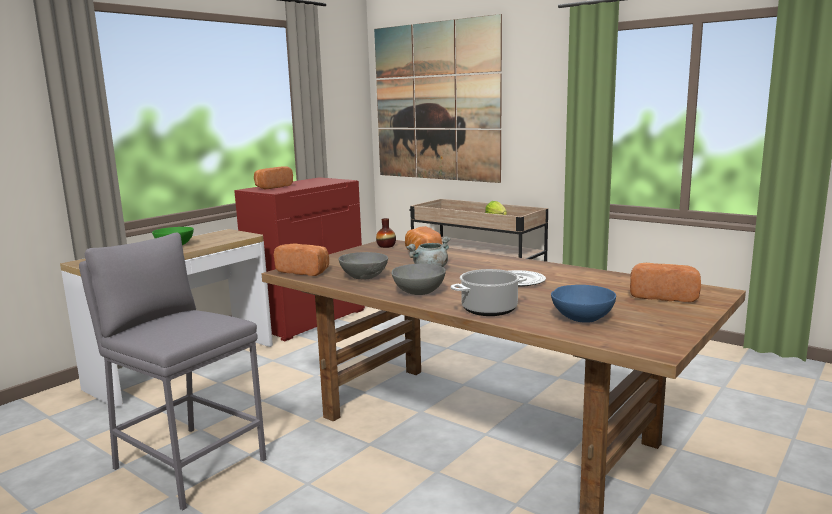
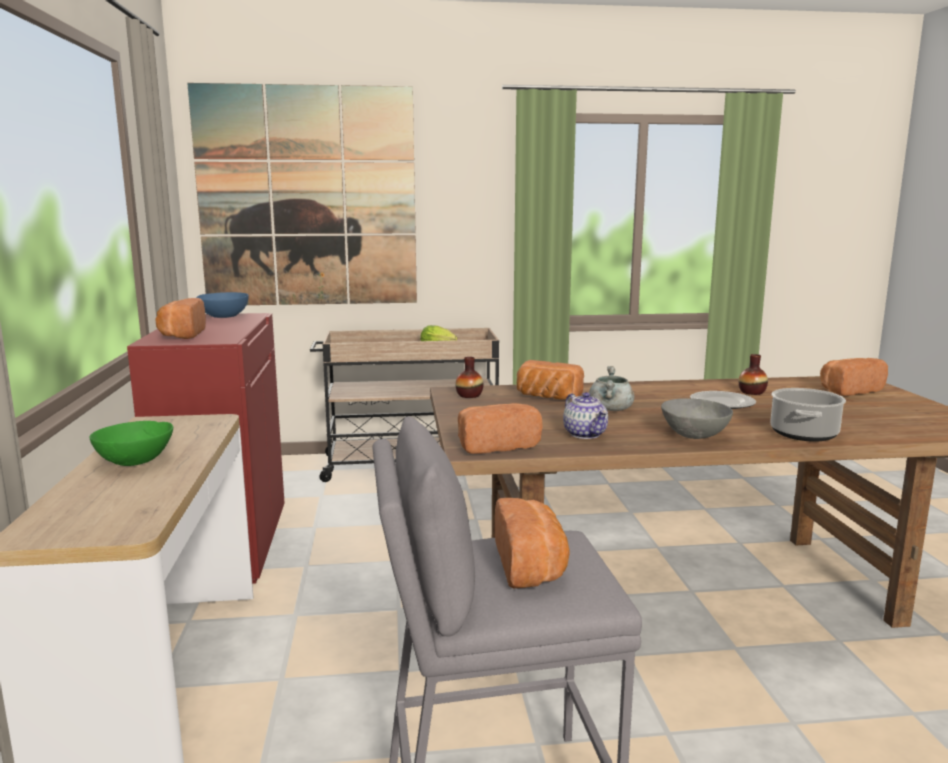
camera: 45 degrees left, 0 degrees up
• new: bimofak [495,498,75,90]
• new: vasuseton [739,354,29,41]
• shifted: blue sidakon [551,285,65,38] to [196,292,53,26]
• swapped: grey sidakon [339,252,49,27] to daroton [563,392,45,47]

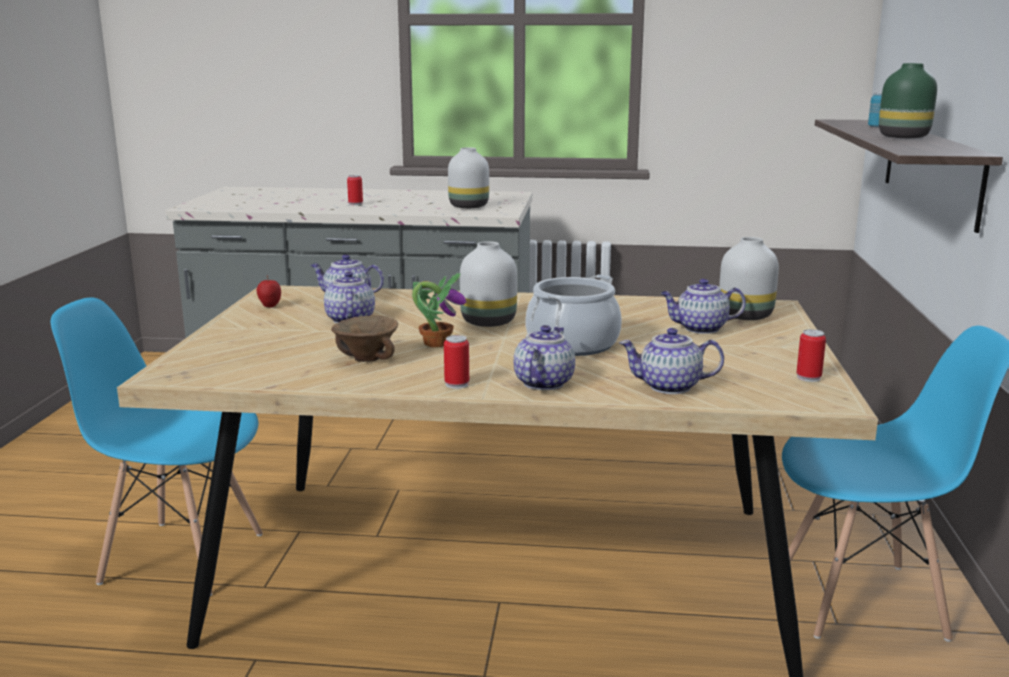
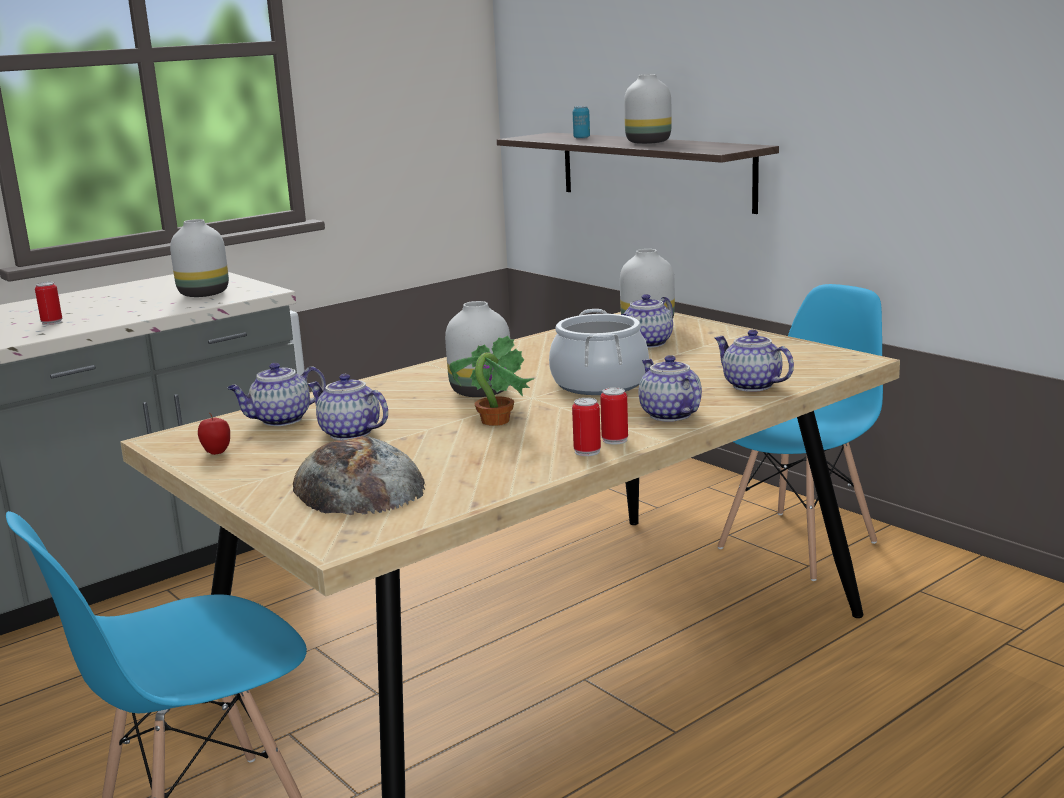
camera: 45 degrees left, 0 degrees up
• gone: brown sidakon [331,315,67,47]
• new: bimofak [293,436,132,79]
• shifted: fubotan [797,329,29,53] to [572,398,29,58]
• repainted: green vasuseton [879,63,58,75] to white vasuseton [624,74,48,70]
• rotated: daroton [619,328,105,66] = [714,330,80,62] 90 degrees clockwise

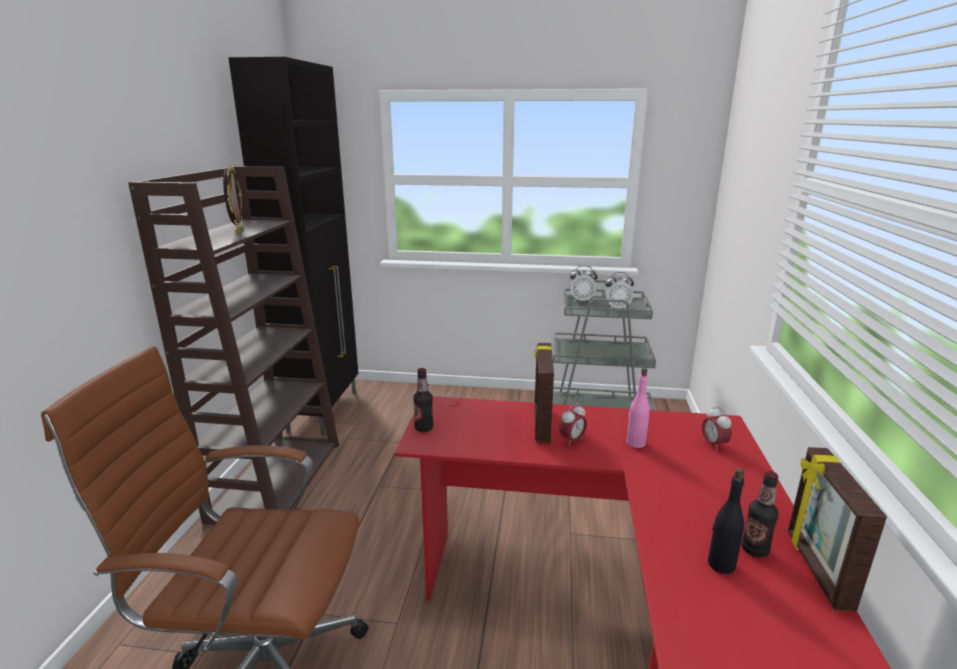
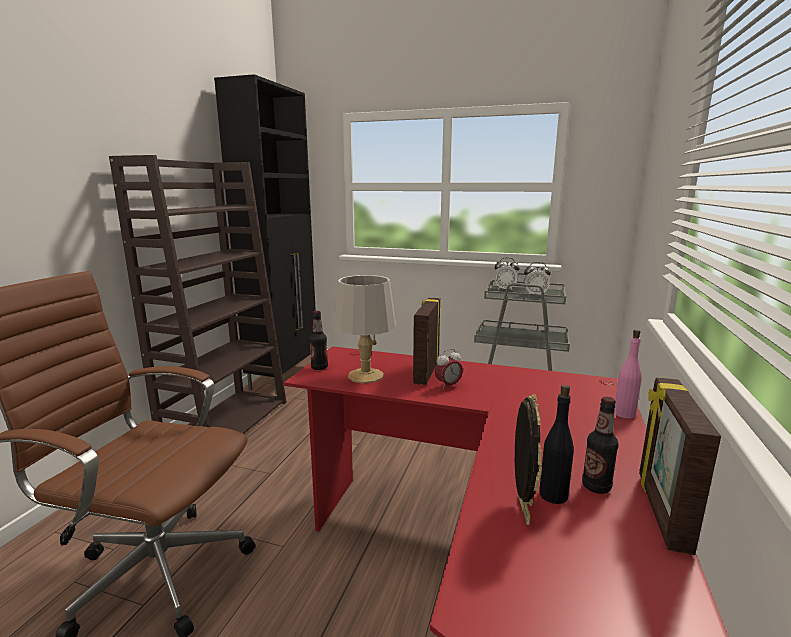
camera: 10 degrees right, 5 degrees down
• gone: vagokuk [702,406,30,45]
• new: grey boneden [333,275,63,109]
• shifted: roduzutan [223,164,21,71] to [515,394,27,131]
• shifted: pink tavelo [626,368,24,80] to [614,330,28,89]

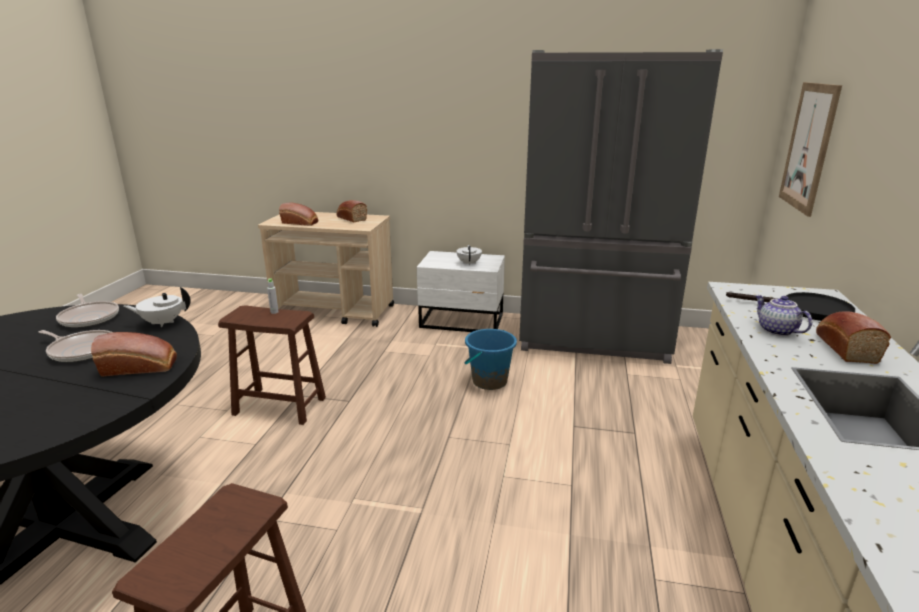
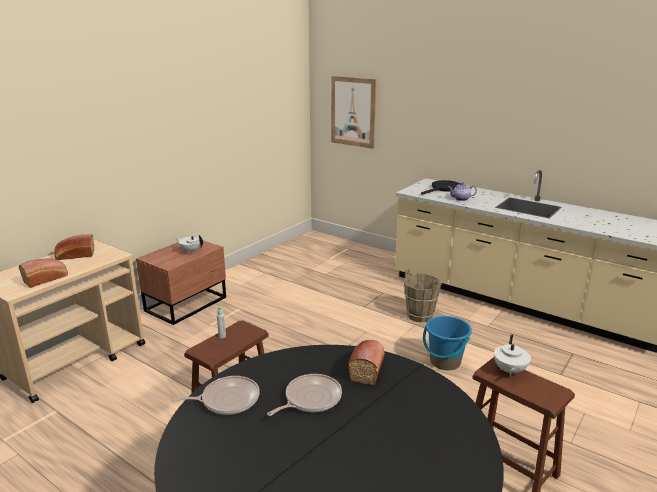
camera: 65 degrees left, 0 degrees up
• gone: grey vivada [519,49,204,315]
• gone: bimofak [816,311,75,53]
• new: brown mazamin [404,268,38,54]
• shifted: white daroton [124,287,67,40] to [494,334,37,42]
• shifted: blue mazamin [464,329,53,61] to [423,316,49,54]
• repainted: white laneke [417,251,88,81] to brown laneke [136,241,90,84]

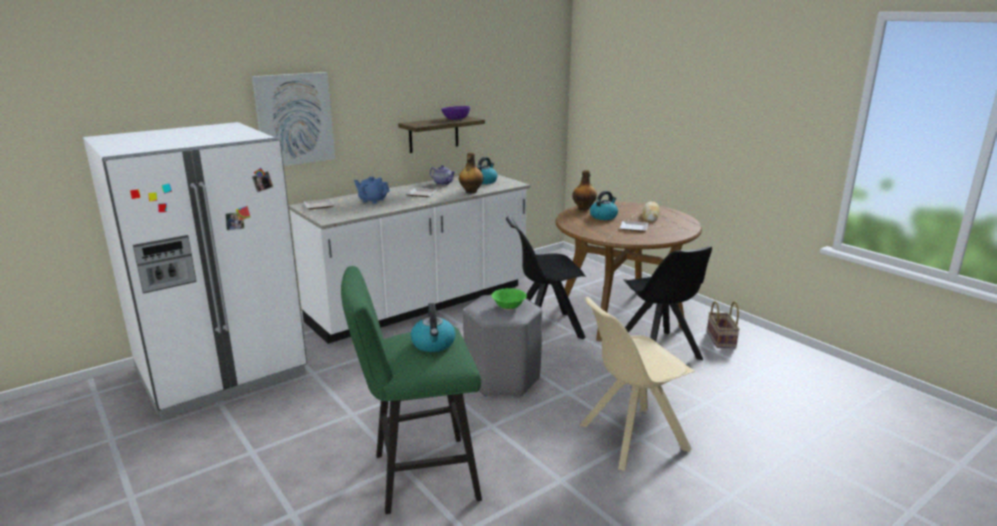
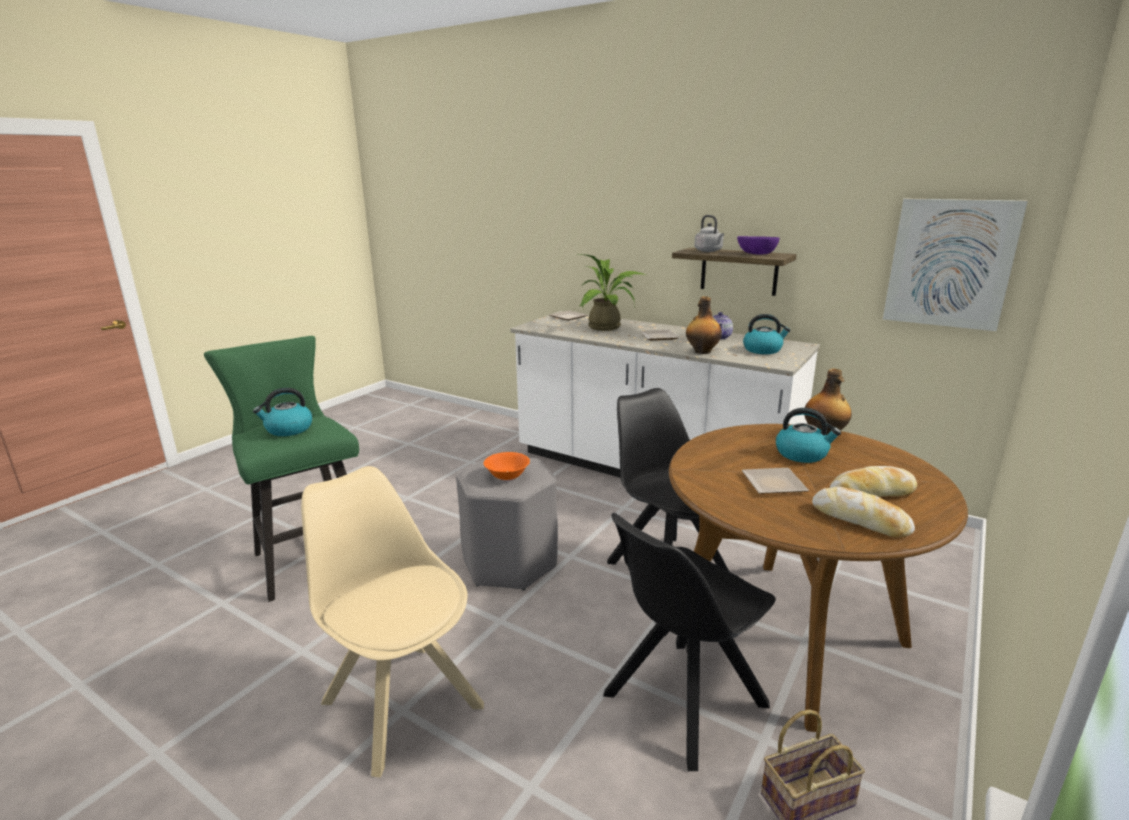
camera: 70 degrees right, 0 degrees up
• gone: white vivada [83,122,224,298]
• new: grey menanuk [694,215,30,37]
• new: bimofak [812,487,103,51]
• shifted: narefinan [252,72,83,94] to [883,199,145,132]
• swapped: blue daroton [354,177,36,27] to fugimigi [578,254,68,77]
• repainted: green sidakon [491,288,36,22] to orange sidakon [484,452,46,29]

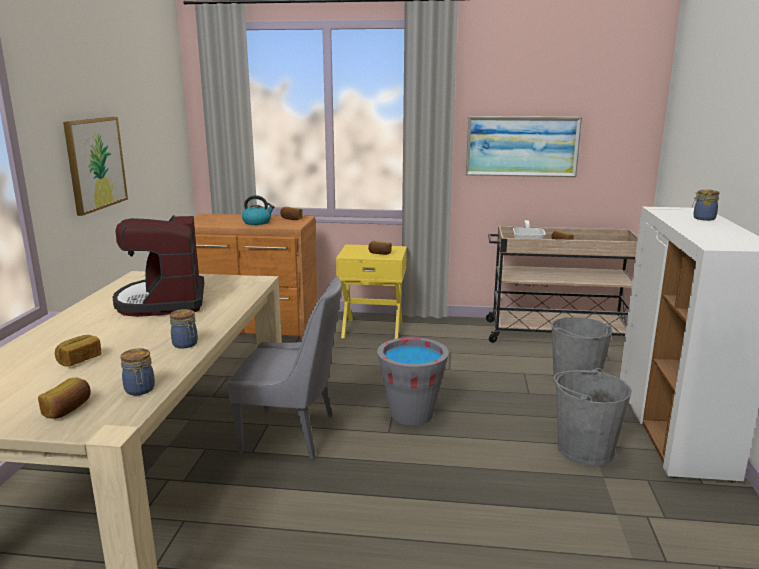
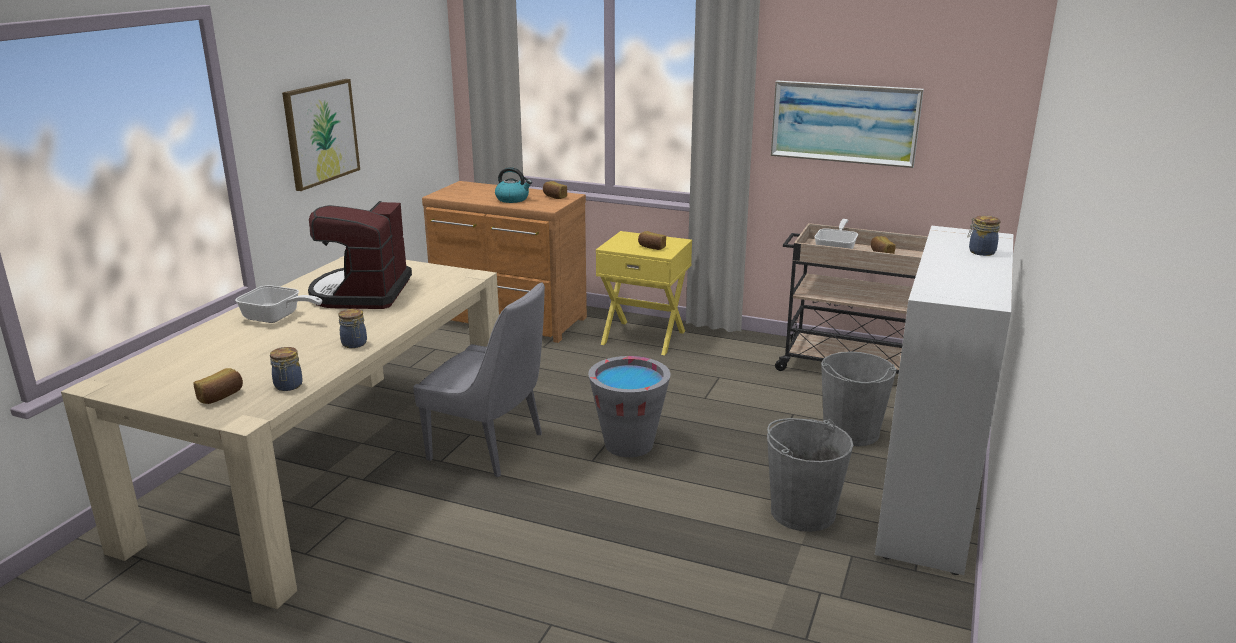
camera: 15 degrees right, 5 degrees up
• gone: bimofak [55,335,47,31]
• new: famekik [235,285,87,38]

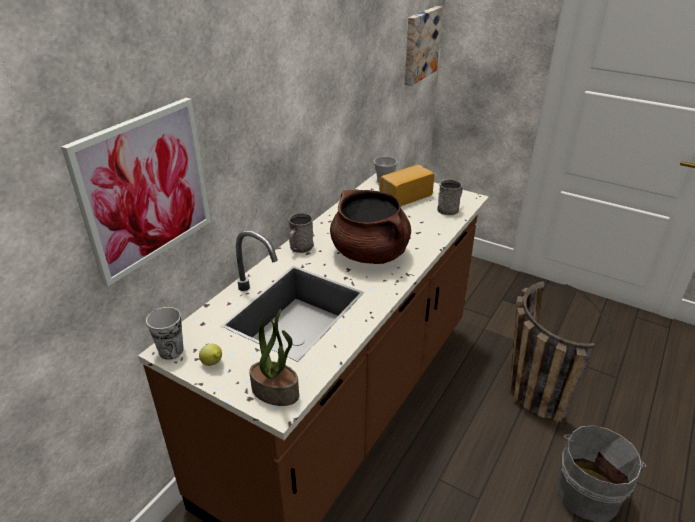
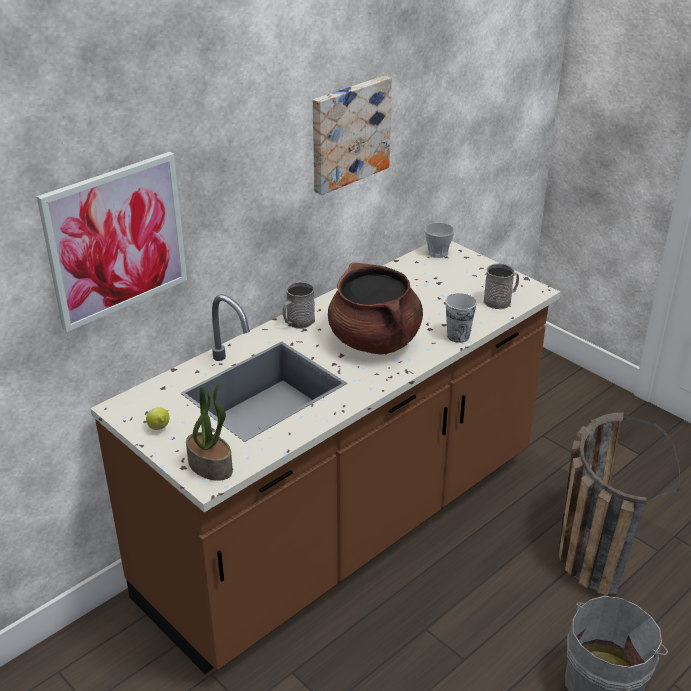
camera: 15 degrees right, 0 degrees up
• gone: bimofak [379,165,55,41]
• shifted: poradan [146,307,38,53] to [446,293,31,50]
• shifted: narefinan [405,6,38,80] to [313,76,79,119]

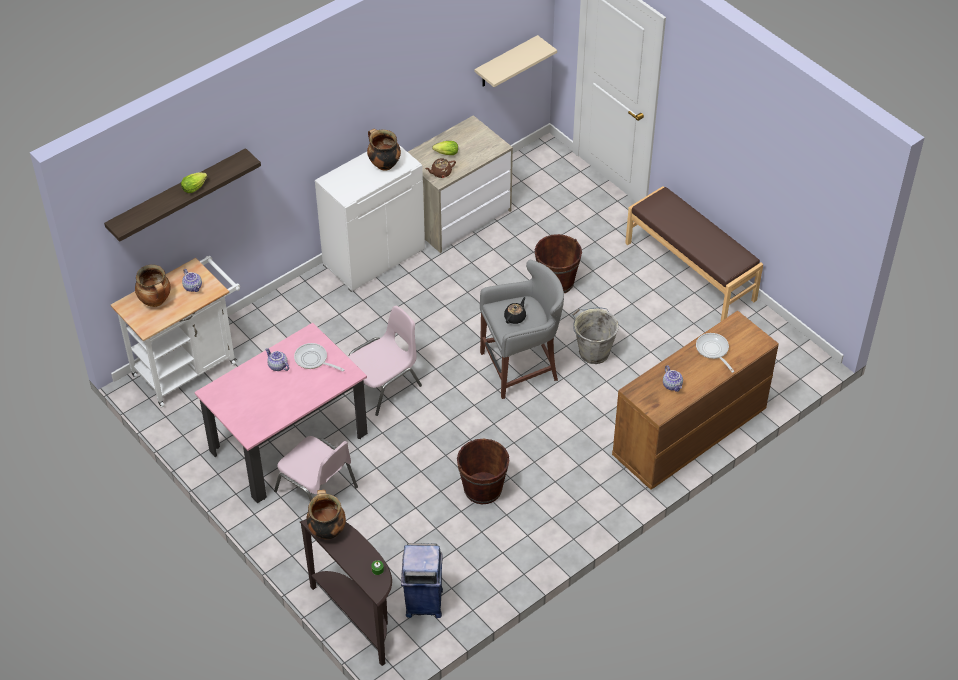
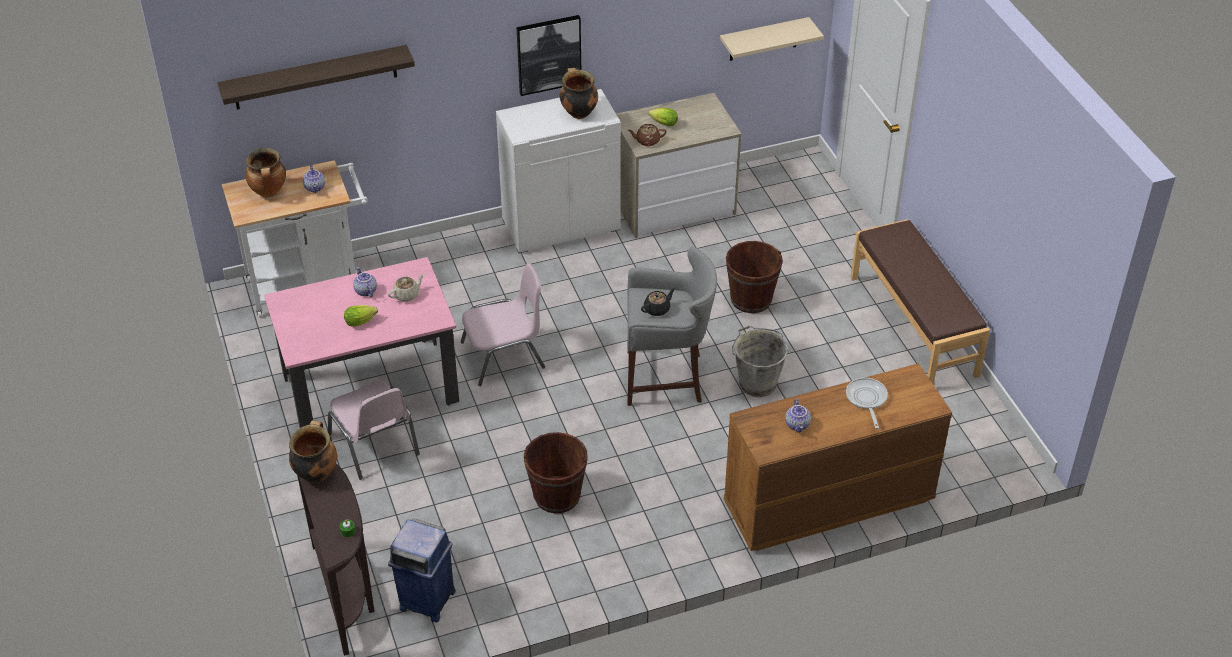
camera: 20 degrees right, 5 degrees down
• new: narefinan [516,15,65,81]
• shifted: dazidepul [181,173,26,20] to [344,305,34,22]
• swapped: famekik [294,343,51,28] to beige daroton [388,274,36,28]

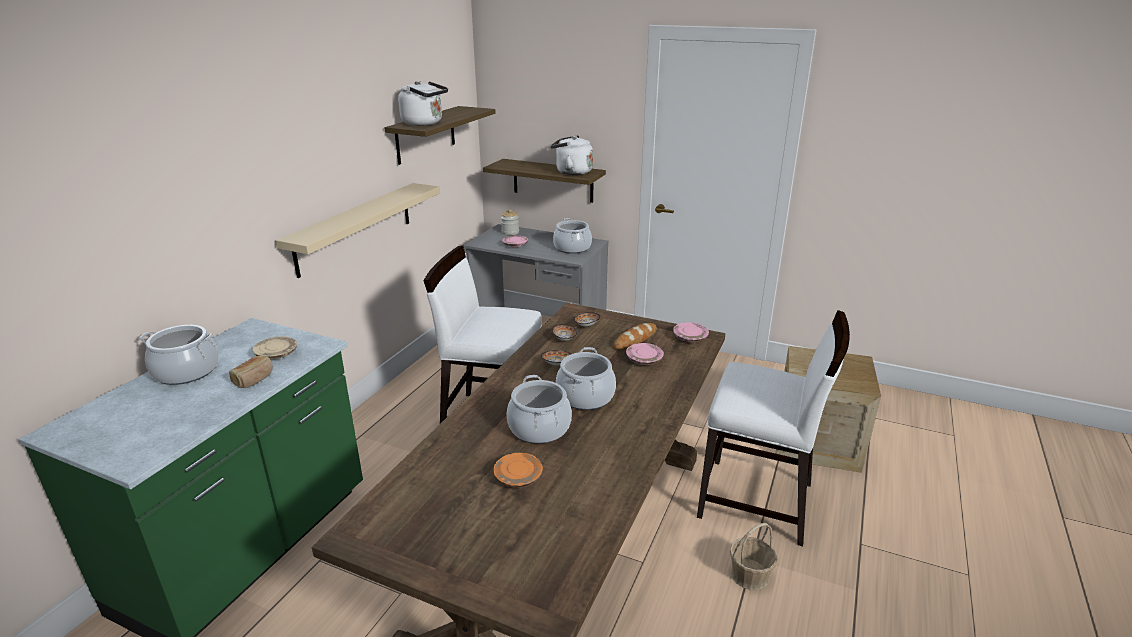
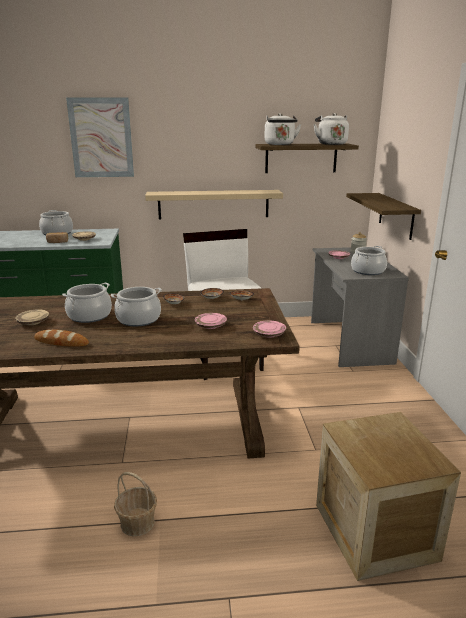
camera: 60 degrees right, 5 degrees down
• gone: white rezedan [697,310,153,236]
• new: narefinan [66,97,68,80]
• shifted: white menanuk [550,135,43,40] to [314,113,35,32]
• shifted: bimofak [614,323,43,26] to [34,329,55,18]
• repainted: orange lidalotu [493,453,50,35] to beige lidalotu [15,309,34,16]

